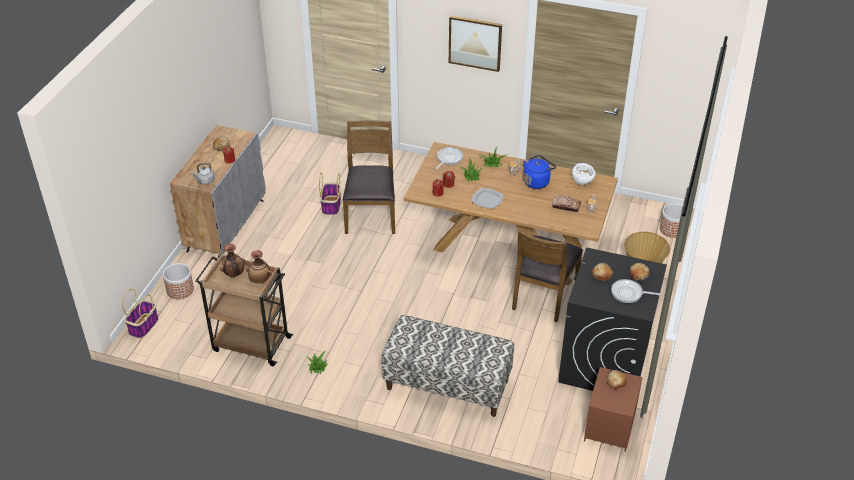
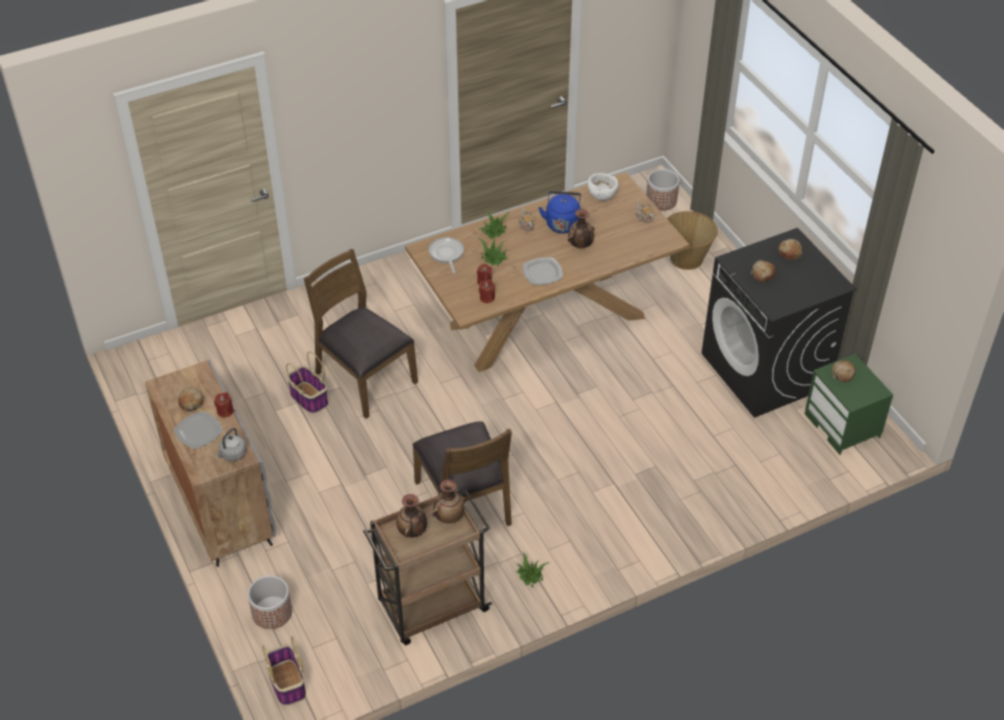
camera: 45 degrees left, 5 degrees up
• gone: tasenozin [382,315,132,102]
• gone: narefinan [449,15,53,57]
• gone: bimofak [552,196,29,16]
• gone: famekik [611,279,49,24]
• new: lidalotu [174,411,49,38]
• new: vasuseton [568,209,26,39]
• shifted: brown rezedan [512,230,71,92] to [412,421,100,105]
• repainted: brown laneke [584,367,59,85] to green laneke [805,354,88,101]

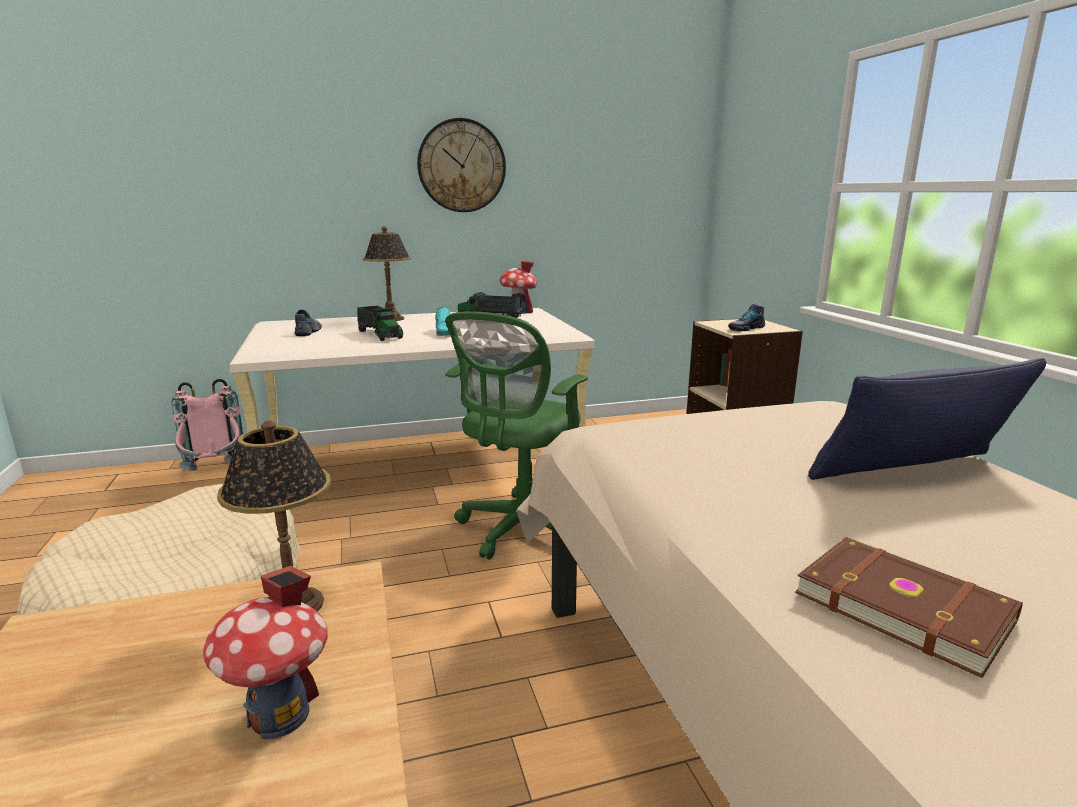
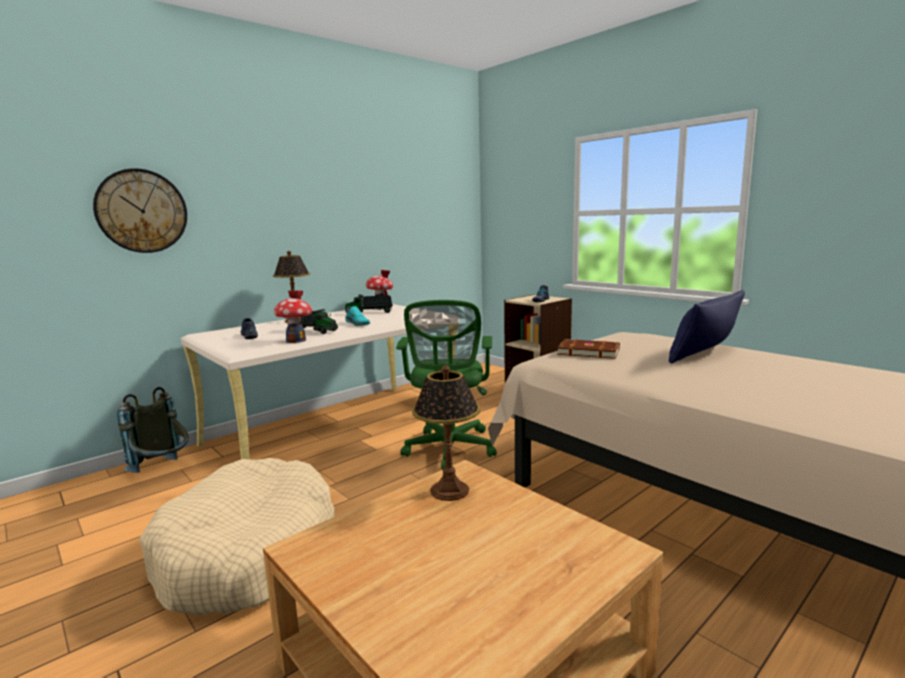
camera: 25 degrees left, 5 degrees down
• shifted: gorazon [203,566,125,173] to [274,290,39,53]
• shifted: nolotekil [417,118,89,94] to [93,168,94,85]
• shifted: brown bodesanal [795,537,228,141] to [557,339,63,20]
• repainted: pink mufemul [172,379,71,92] to grey mufemul [117,387,72,86]

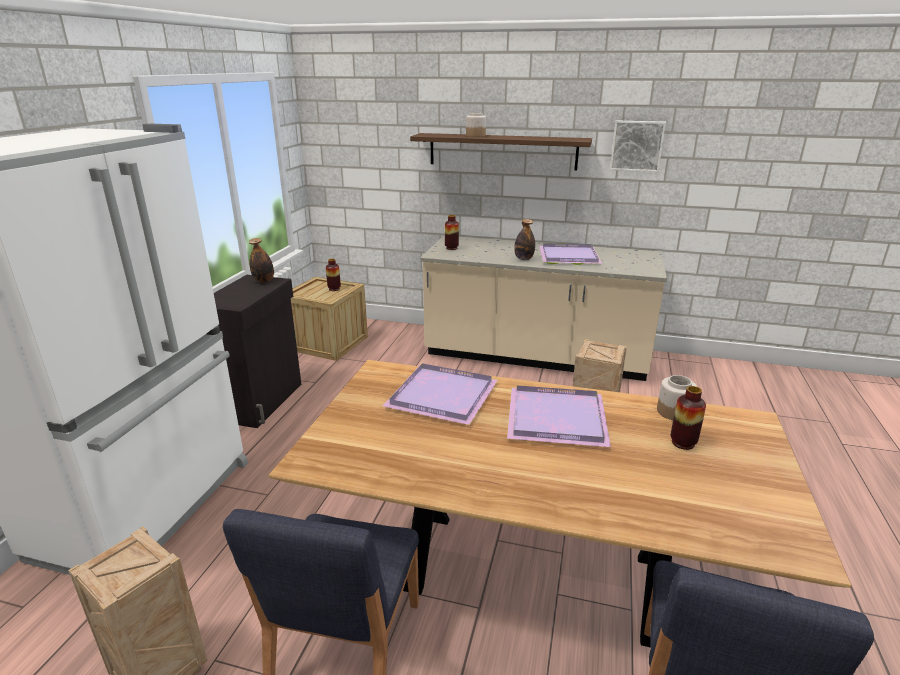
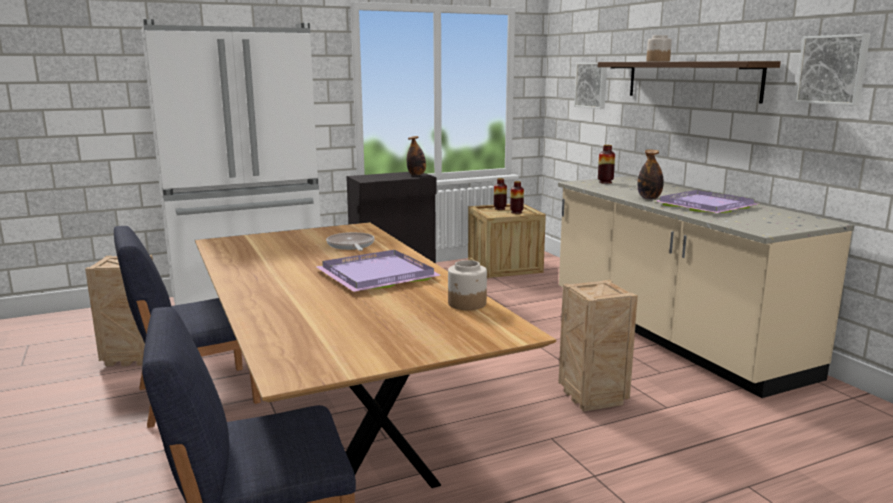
camera: 50 degrees right, 10 degrees down
• new: narefinan [574,63,33,46]
• shifted: vasuseton [670,386,36,64] to [494,178,13,32]
• swapped: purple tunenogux [383,363,115,62] to famekik [326,232,49,19]

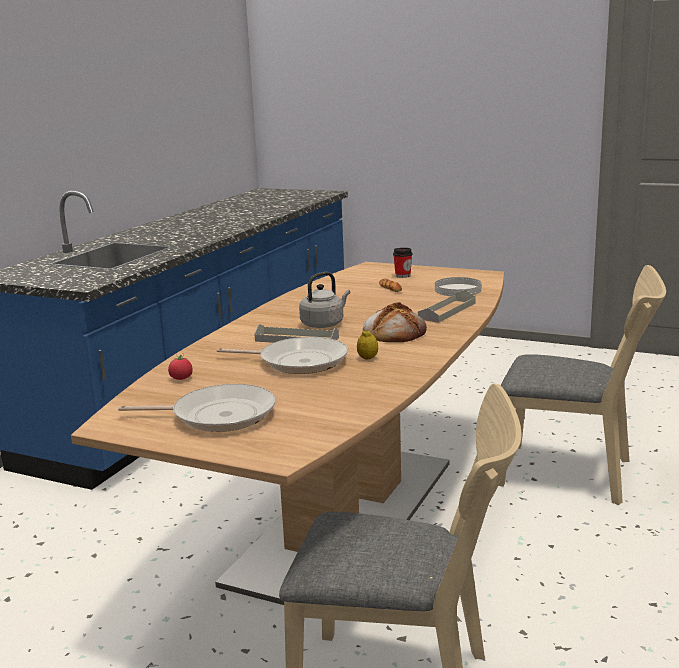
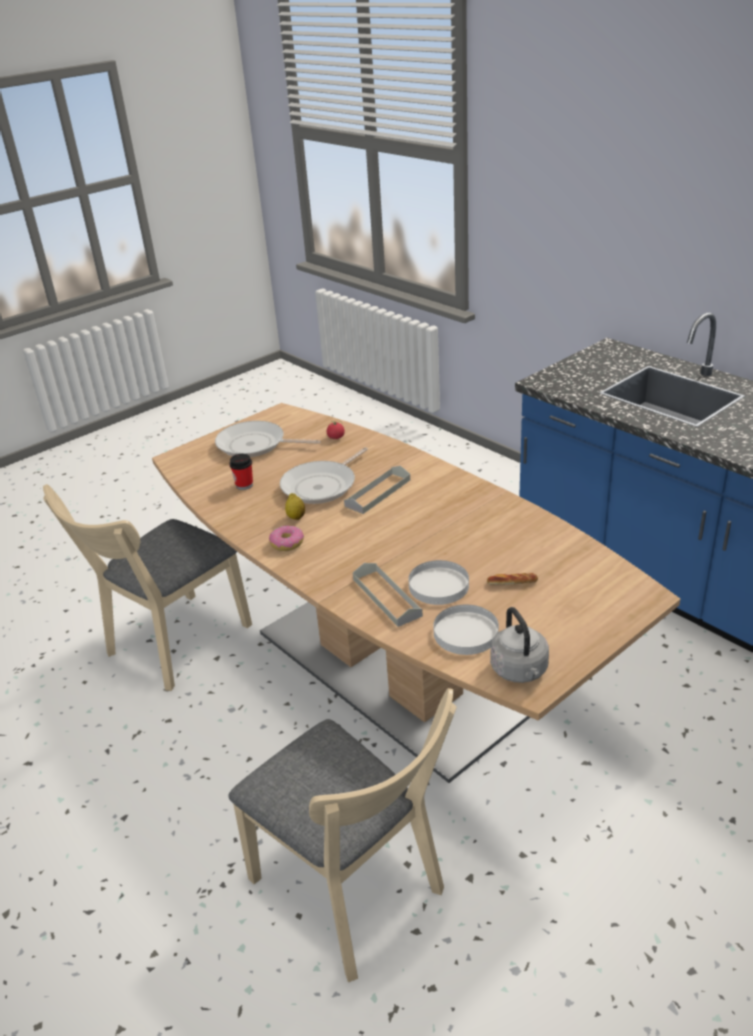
camera: 115 degrees right, 15 degrees up
• gone: bimofak [363,302,64,40]
• new: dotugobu [269,525,35,26]
• new: white lidalotu [408,560,61,45]
• shifted: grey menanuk [299,272,51,56] to [490,607,59,76]
• shifted: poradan [393,247,19,31] to [229,454,24,36]
• rotated: famekik [118,384,158,48] = [215,421,106,36] 75 degrees clockwise
• rotated: beige rezedan [499,265,167,240] = [229,688,228,294] 90 degrees counterclockwise

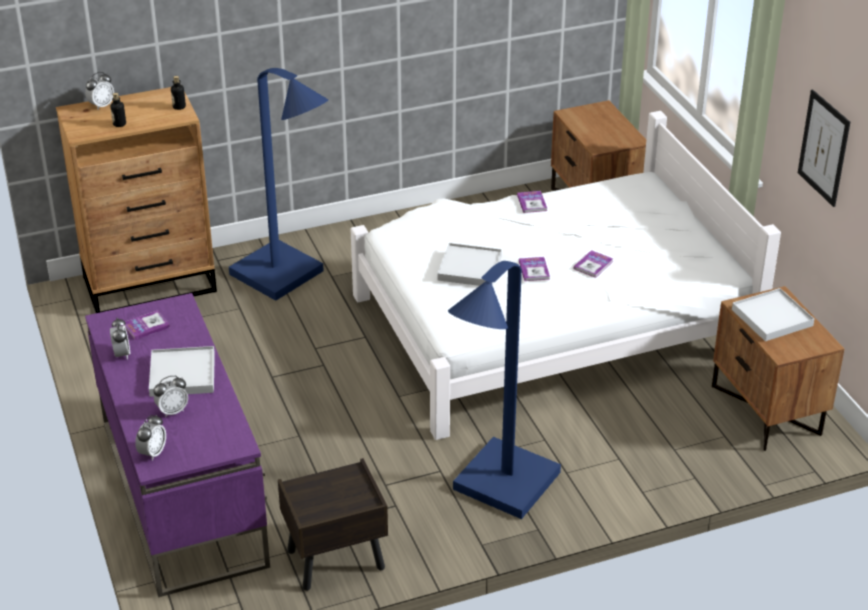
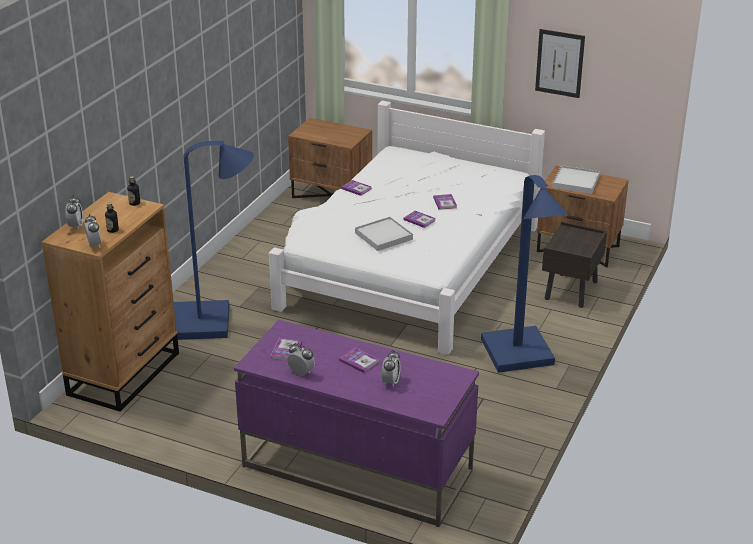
camera: 45 degrees left, 5 degrees down
• shifted: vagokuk [135,415,31,46] to [84,214,18,34]
• shifted: brown laneke [278,458,110,133] to [542,221,65,87]
• swapped: white tunenogux [149,346,66,51] to bodesanal [339,348,41,25]

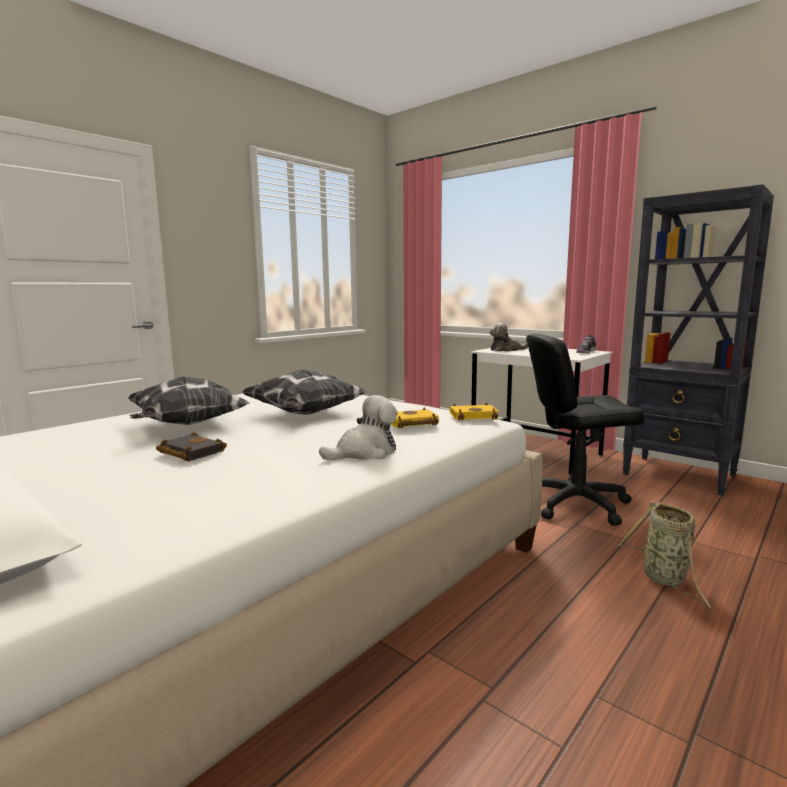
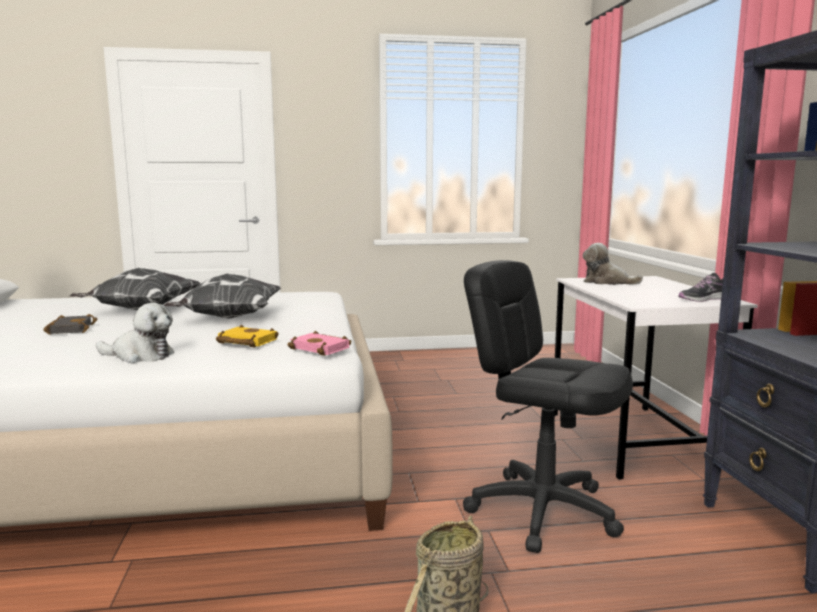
camera: 40 degrees right, 0 degrees up
• repainted: yellow bodesanal [450,403,49,18] to pink bodesanal [288,331,63,25]

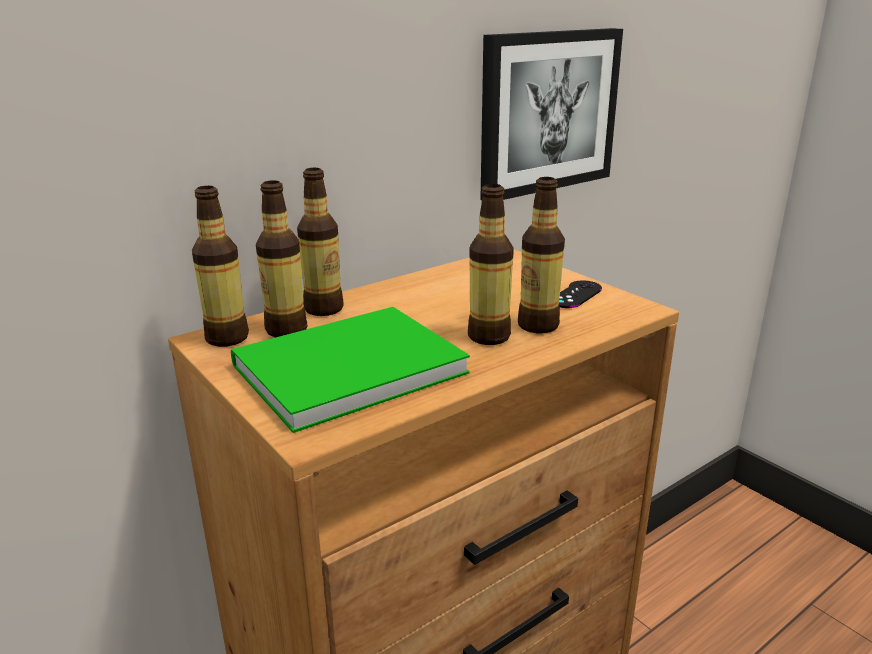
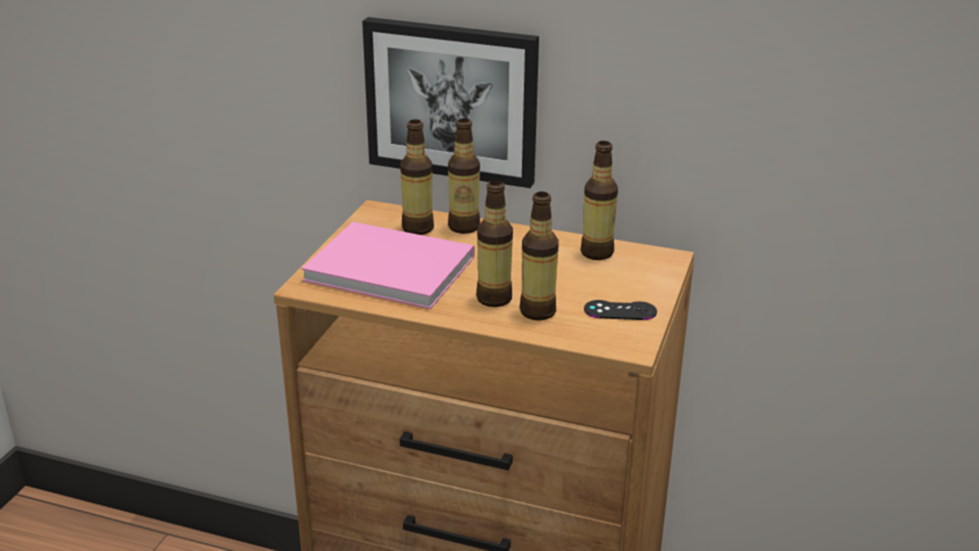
camera: 55 degrees right, 5 degrees up
• shifted: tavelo [192,186,57,161] to [580,141,38,119]
• shifted: narefinan [480,28,143,172] to [362,17,177,171]
• repainted: green bodesanal [231,307,239,126] to pink bodesanal [301,222,174,87]

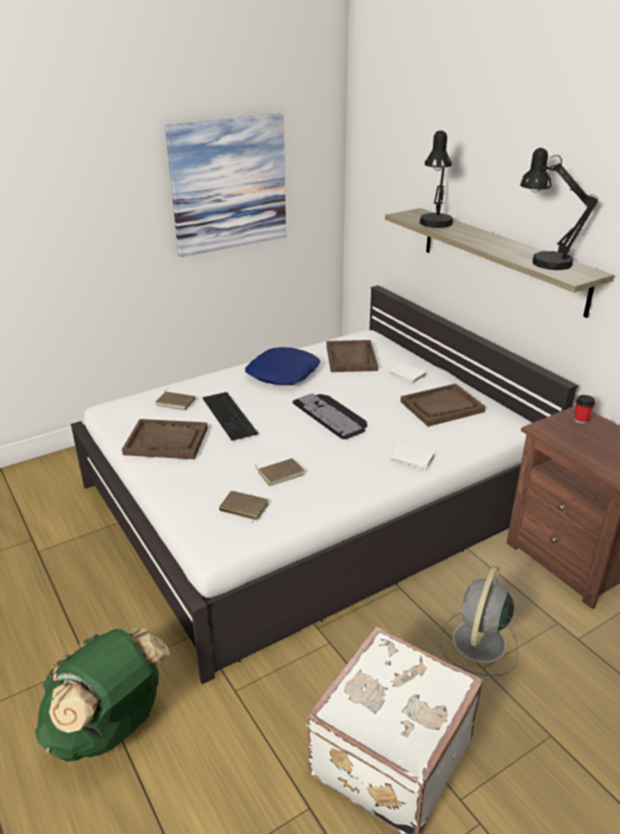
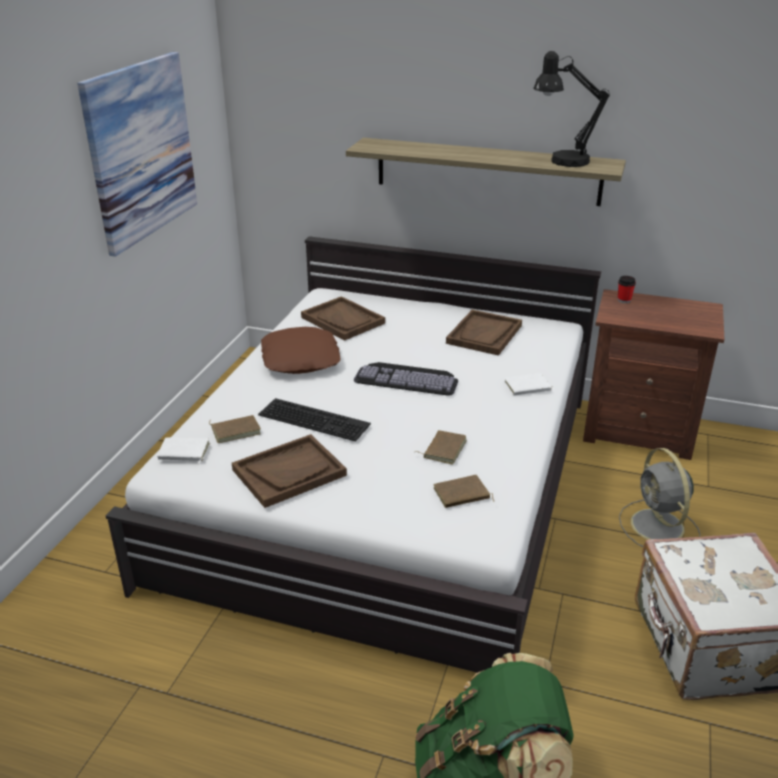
camera: 40 degrees left, 0 degrees up
• gone: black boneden [419,131,34,97]
• shifted: white bodesanal [389,363,37,20] to [157,438,53,26]
• repainted: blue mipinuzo [245,347,75,38] to brown mipinuzo [261,327,80,47]

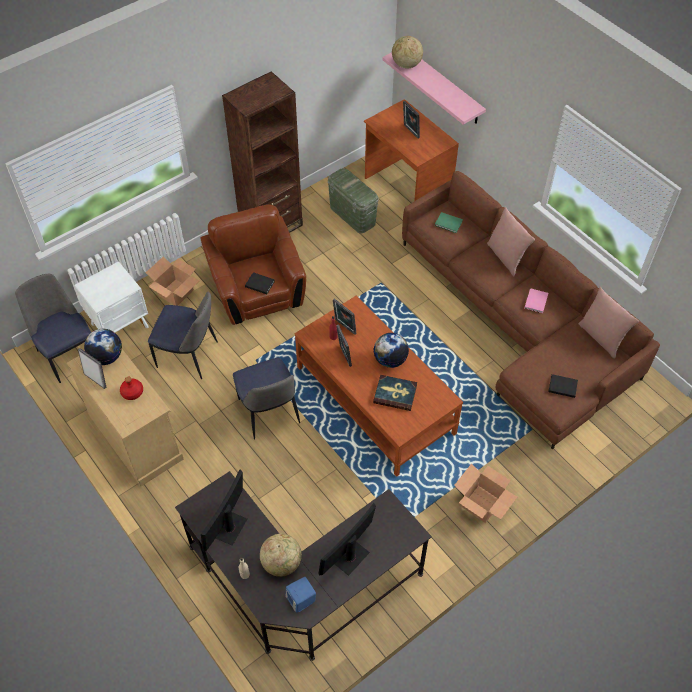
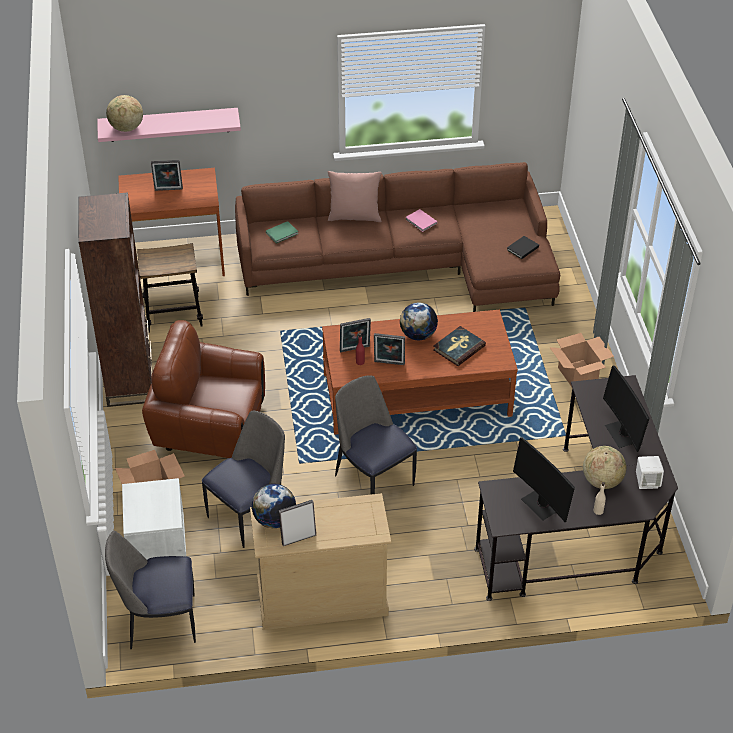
camera: 60 degrees left, 10 degrees down
• gone: red tavelo [120,377,23,23]
• gone: black bodesanal [245,272,30,22]
• gone: pink mipinuzo [578,287,61,72]
• swapped: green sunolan [328,168,51,66] to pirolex [137,243,66,90]
• repainted: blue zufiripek [286,577,30,36] to white zufiripek [636,456,28,33]
• rotated: rezedan [233,357,67,83] = [335,375,82,119] 135 degrees counterclockwise

